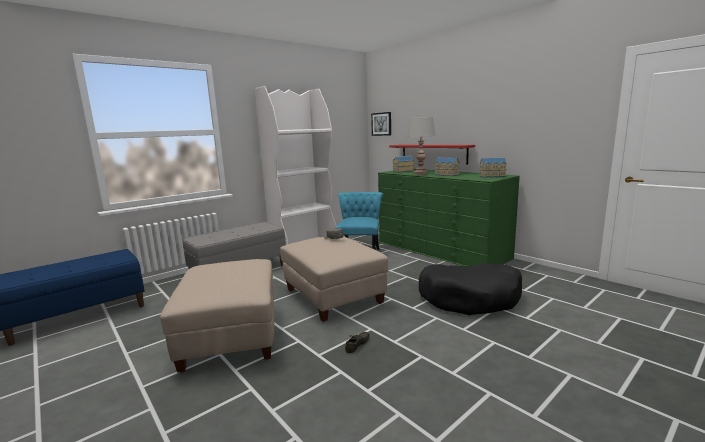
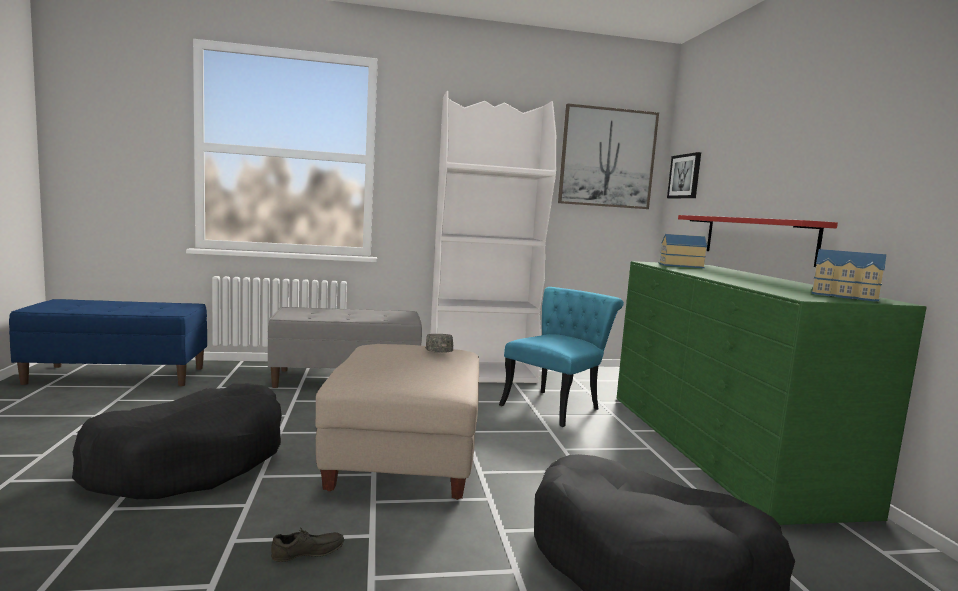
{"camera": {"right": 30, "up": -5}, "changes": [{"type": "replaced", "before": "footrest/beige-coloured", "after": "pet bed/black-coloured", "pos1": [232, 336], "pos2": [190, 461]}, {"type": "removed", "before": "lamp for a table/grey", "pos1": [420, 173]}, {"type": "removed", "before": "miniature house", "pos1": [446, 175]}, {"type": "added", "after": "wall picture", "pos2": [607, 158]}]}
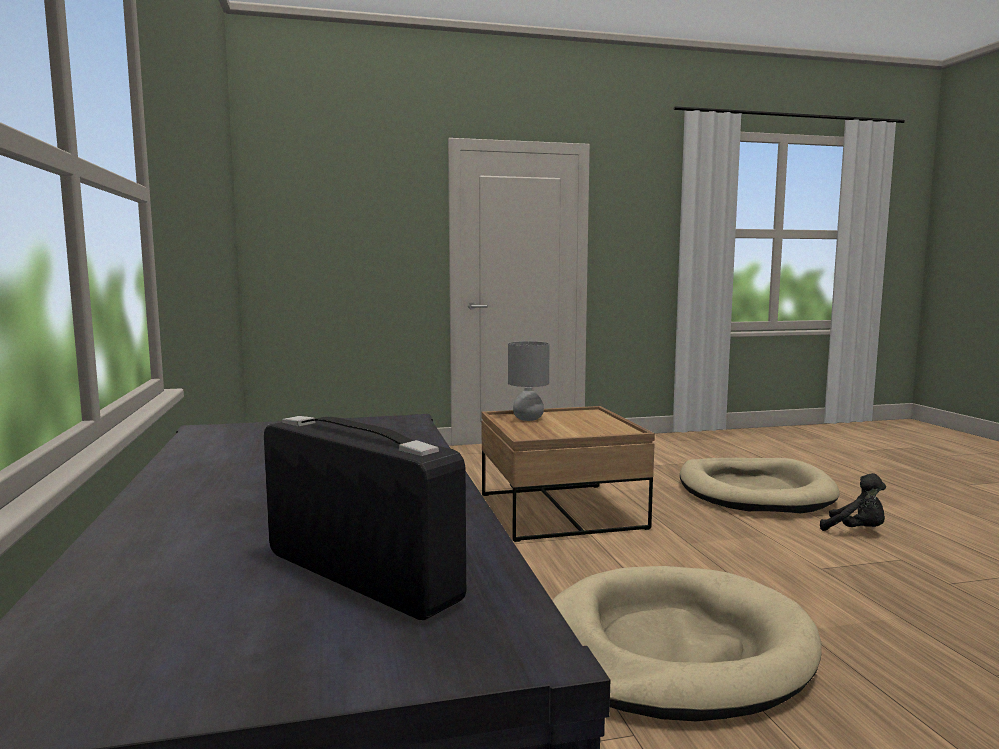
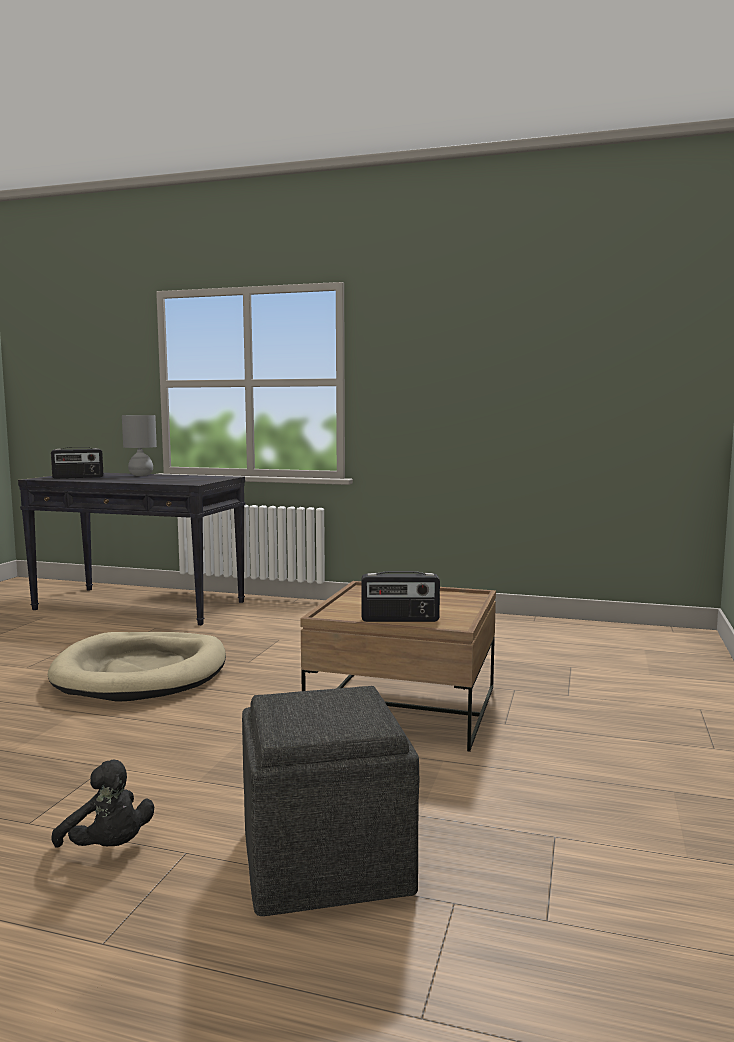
{"camera": {"right": 120, "up": 0}, "changes": [{"type": "moved", "before": "lamp for a table/grey", "pos1": [527, 419], "pos2": [141, 475]}, {"type": "replaced", "before": "pet bed/beige-coloured", "after": "footrest/grey", "pos1": [754, 491], "pos2": [327, 862]}, {"type": "turned", "before": "plush toy/black-coloured", "pos1": [856, 531], "pos2": [108, 848], "turn": -120}, {"type": "added", "after": "radio receiver", "pos2": [400, 620]}]}
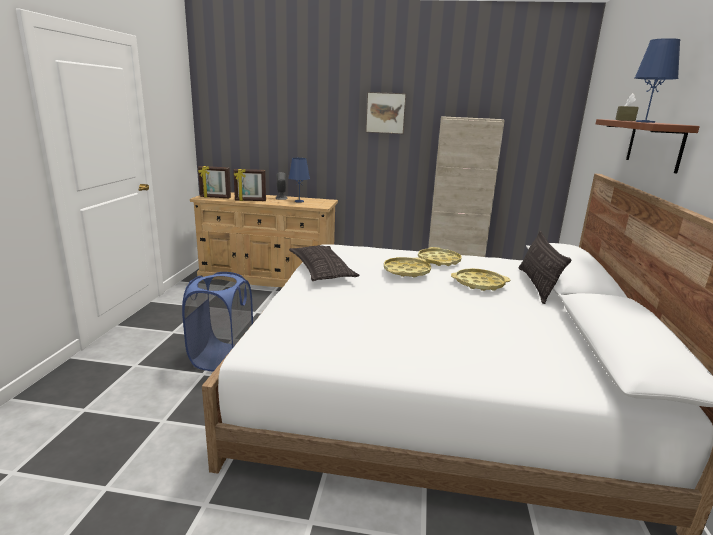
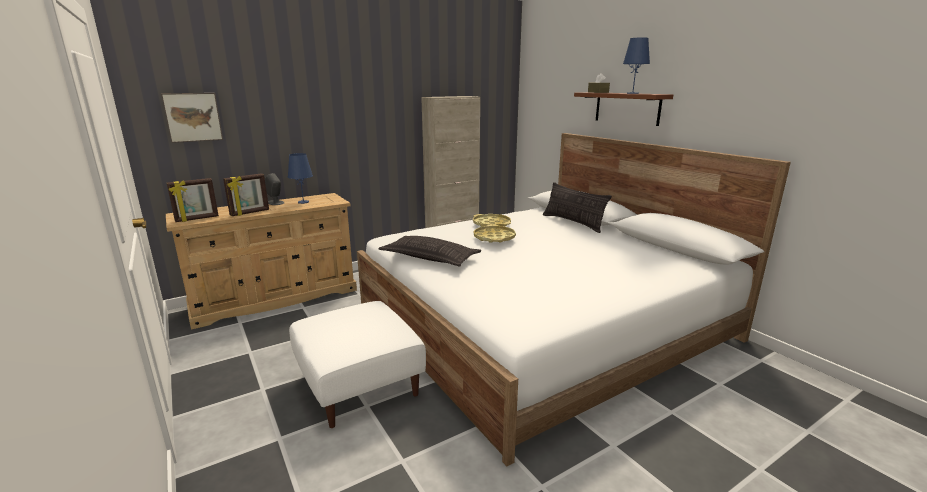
{"camera": {"right": -40, "up": 0}, "changes": [{"type": "replaced", "before": "hamper/bluish", "after": "footrest/white-coloured", "pos1": [222, 357], "pos2": [360, 384]}, {"type": "moved", "before": "wall picture", "pos1": [385, 113], "pos2": [193, 117]}, {"type": "removed", "before": "serving tray/yellow", "pos1": [479, 284]}]}
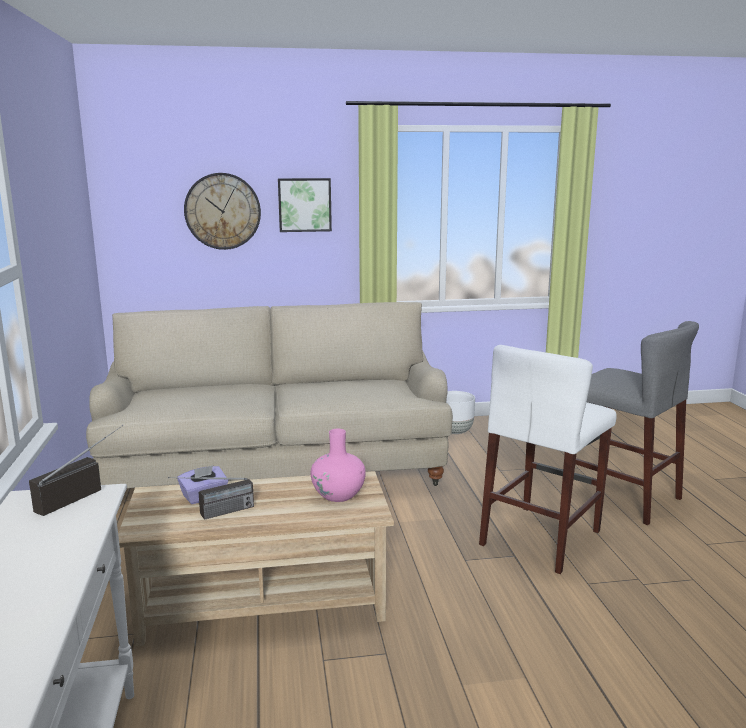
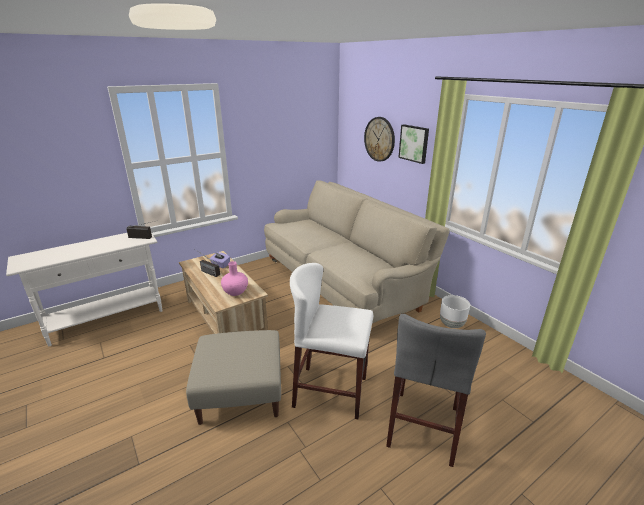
{"camera": {"right": 65, "up": 10}, "changes": [{"type": "added", "after": "footrest/beige-coloured", "pos2": [241, 392]}]}
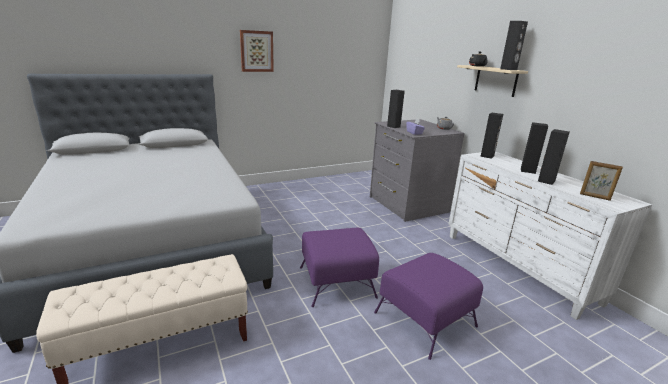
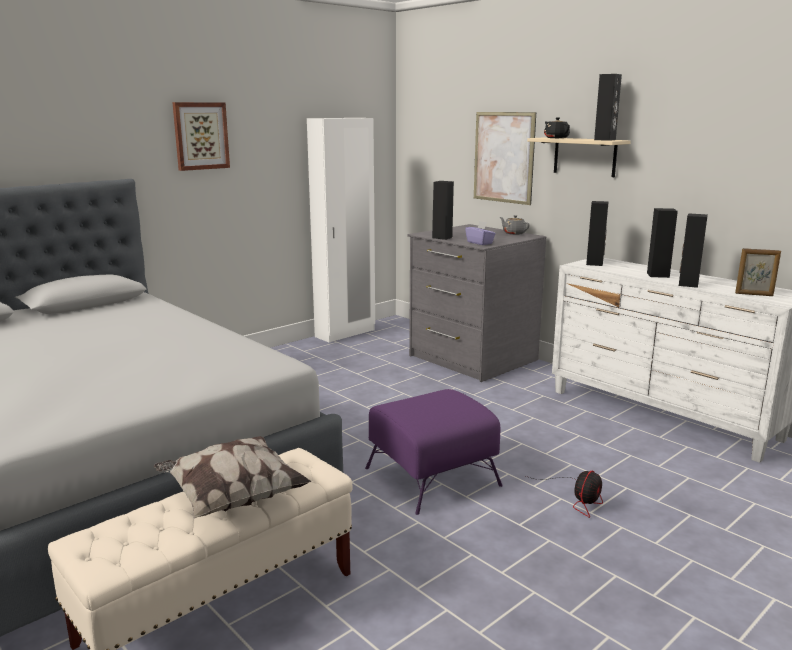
{"camera": {"right": -15, "up": -5}, "changes": [{"type": "replaced", "before": "footrest/purplish", "after": "cooling fan", "pos1": [424, 319], "pos2": [578, 499]}, {"type": "added", "after": "cushion", "pos2": [232, 497]}, {"type": "added", "after": "wardrobe/white-coloured", "pos2": [345, 333]}, {"type": "added", "after": "wall picture", "pos2": [503, 157]}]}
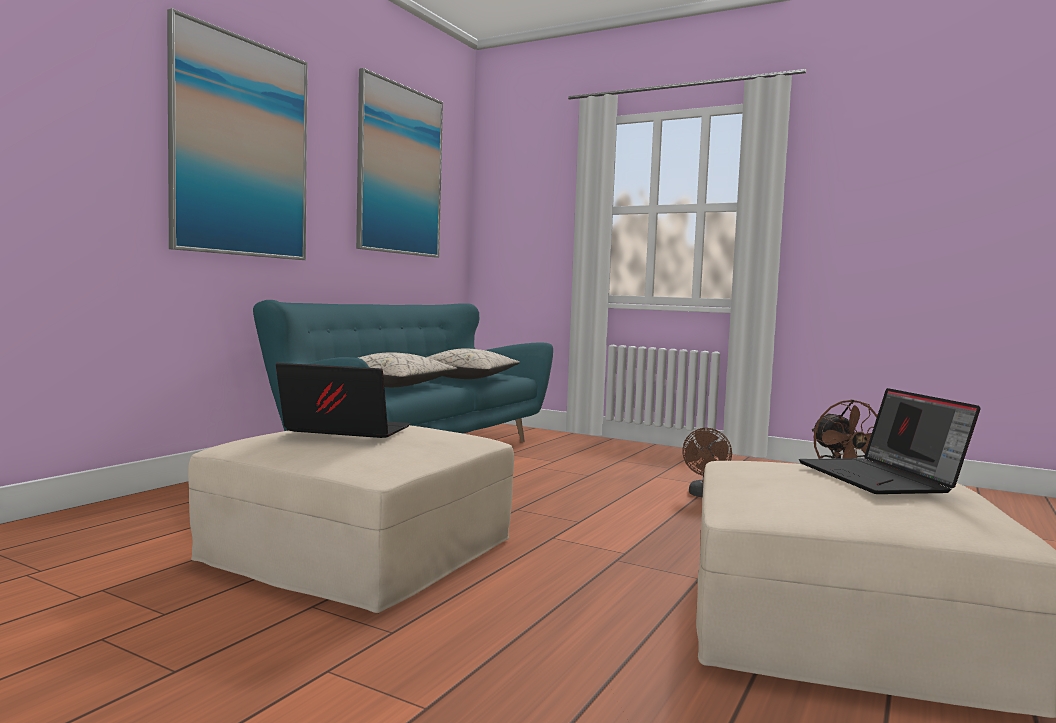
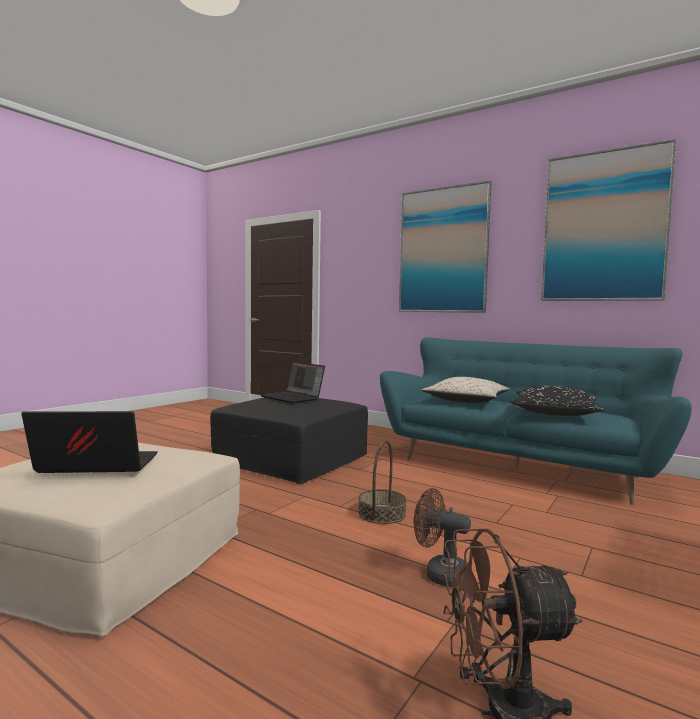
{"camera": {"right": 95, "up": 0}, "changes": [{"type": "recoloured", "before": "footrest/beige-coloured", "after": "footrest/black-coloured", "pos1": [359, 550], "pos2": [292, 459]}, {"type": "turned", "before": "portable computer", "pos1": [343, 431], "pos2": [293, 398], "turn": 120}, {"type": "recoloured", "before": "cushion/beige-coloured", "after": "cushion/black-coloured", "pos1": [466, 378], "pos2": [554, 413]}, {"type": "added", "after": "household basket", "pos2": [382, 514]}]}
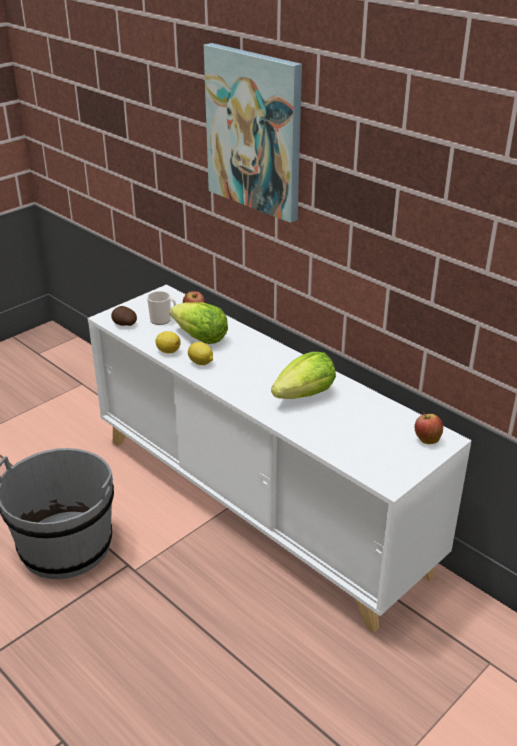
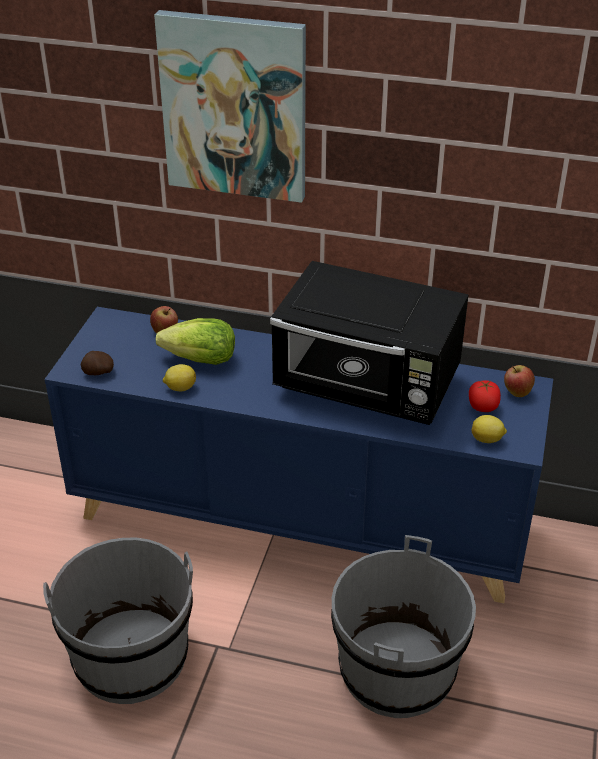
{"camera": {"right": -30, "up": 5}, "changes": [{"type": "recoloured", "before": "cupboard/white-coloured", "after": "cupboard/bluish", "pos1": [259, 503], "pos2": [300, 521]}, {"type": "removed", "before": "tea mug", "pos1": [163, 320]}, {"type": "moved", "before": "lemon", "pos1": [201, 363], "pos2": [487, 440]}, {"type": "replaced", "before": "head of lettuce", "after": "kitchen microwave/black-coloured", "pos1": [305, 395], "pos2": [368, 387]}, {"type": "added", "after": "pail/grey", "pos2": [396, 670]}, {"type": "added", "after": "fresh tomato", "pos2": [483, 407]}]}
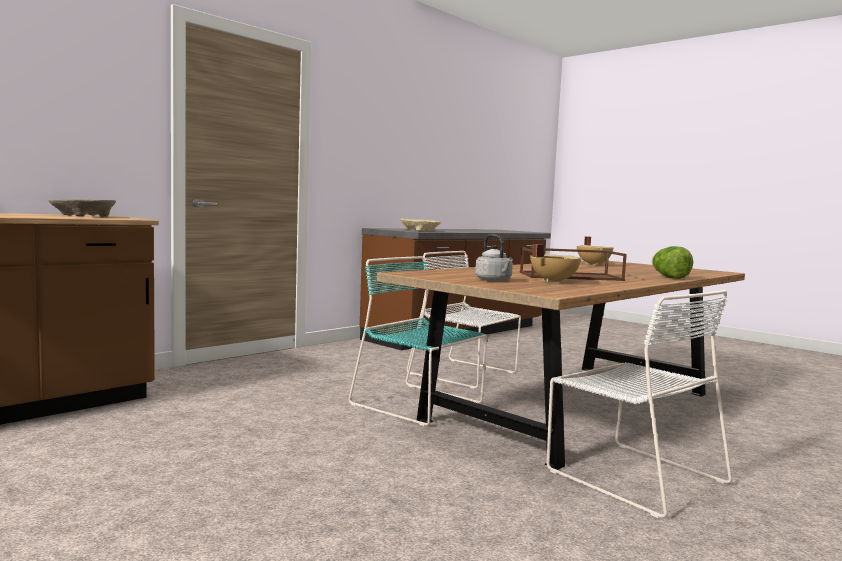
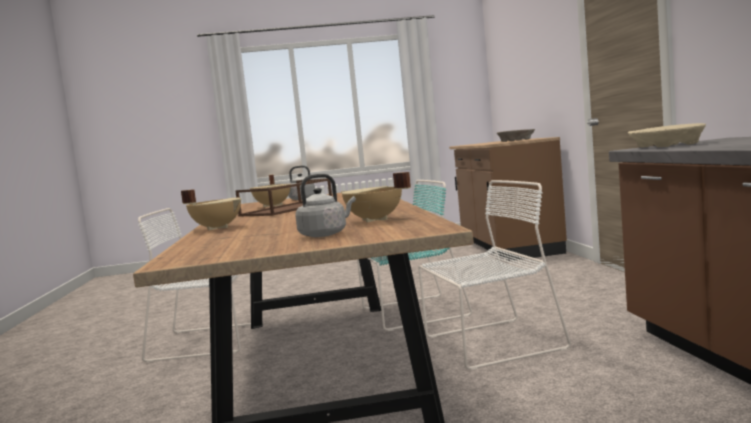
{"camera": {"right": 130, "up": 0}, "changes": [{"type": "replaced", "before": "head of lettuce", "after": "cooking pot/beige-coloured", "pos1": [668, 277], "pos2": [217, 228]}, {"type": "added", "after": "tea kettle/grey", "pos2": [325, 234]}]}
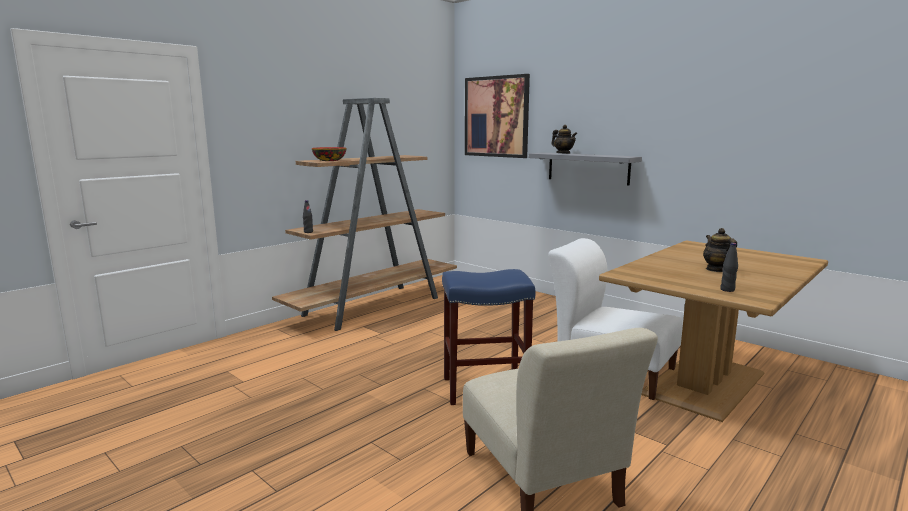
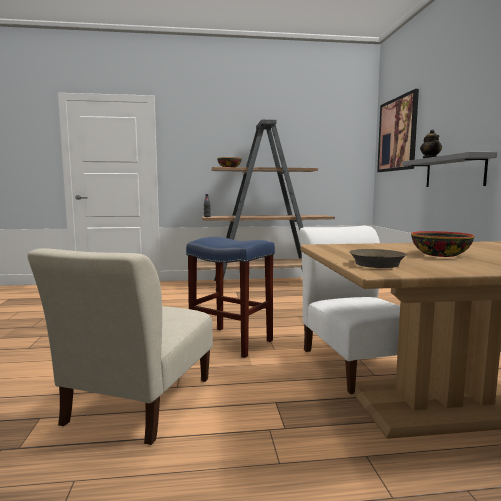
{"camera": {"right": 40, "up": -5}, "changes": [{"type": "replaced", "before": "teapot", "after": "bowl", "pos1": [717, 269], "pos2": [440, 255]}, {"type": "replaced", "before": "drink bottle/black-coloured", "after": "frying pan/brownish", "pos1": [727, 290], "pos2": [377, 263]}]}
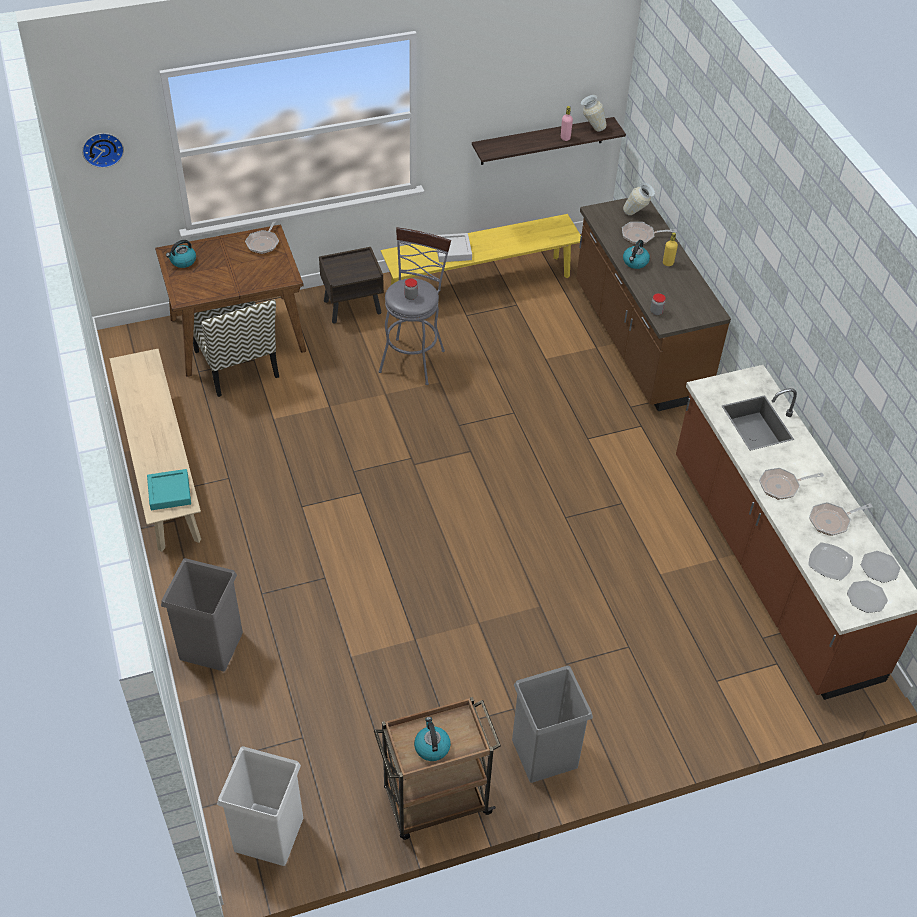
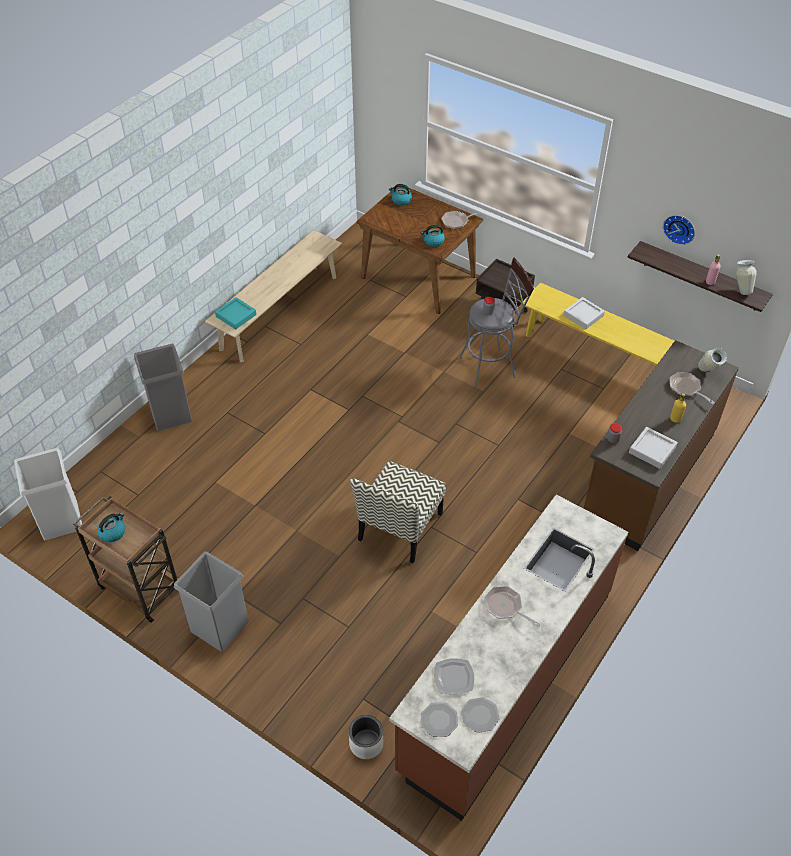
{"camera": {"right": 55, "up": 0}, "changes": [{"type": "moved", "before": "wall clock", "pos1": [102, 148], "pos2": [680, 228]}, {"type": "moved", "before": "plain chair", "pos1": [237, 365], "pos2": [400, 528]}, {"type": "moved", "before": "tea kettle", "pos1": [635, 262], "pos2": [433, 241]}, {"type": "removed", "before": "frying pan", "pos1": [832, 521]}, {"type": "added", "after": "planter/white-coloured", "pos2": [366, 744]}, {"type": "added", "after": "serving tray/grey", "pos2": [652, 450]}]}
